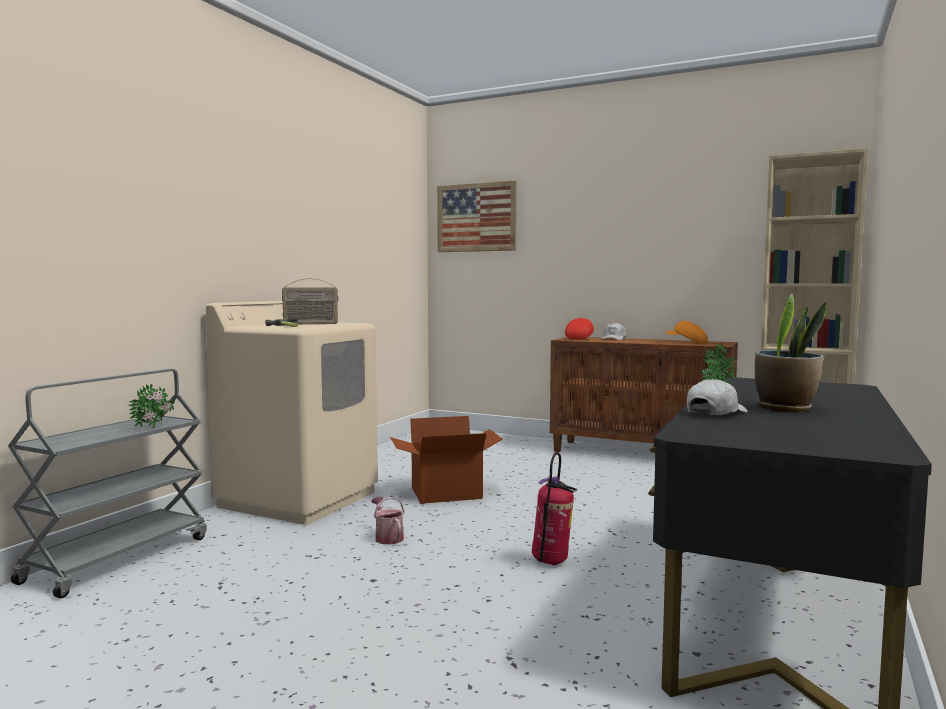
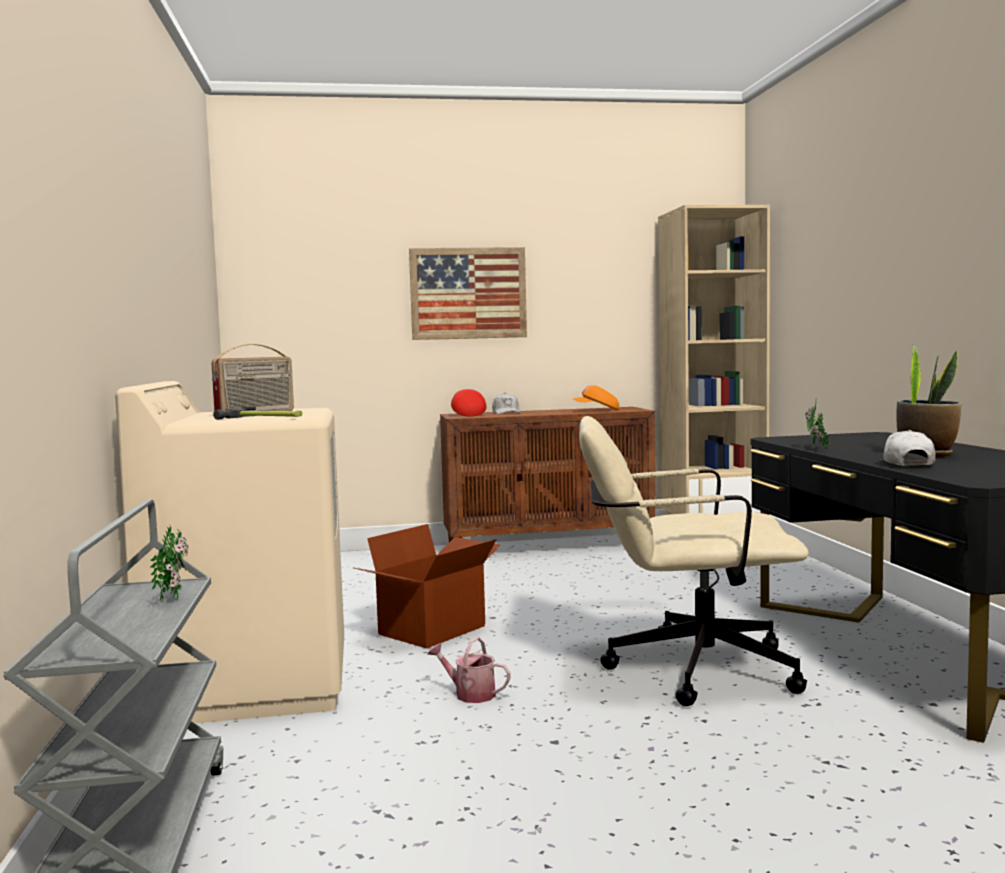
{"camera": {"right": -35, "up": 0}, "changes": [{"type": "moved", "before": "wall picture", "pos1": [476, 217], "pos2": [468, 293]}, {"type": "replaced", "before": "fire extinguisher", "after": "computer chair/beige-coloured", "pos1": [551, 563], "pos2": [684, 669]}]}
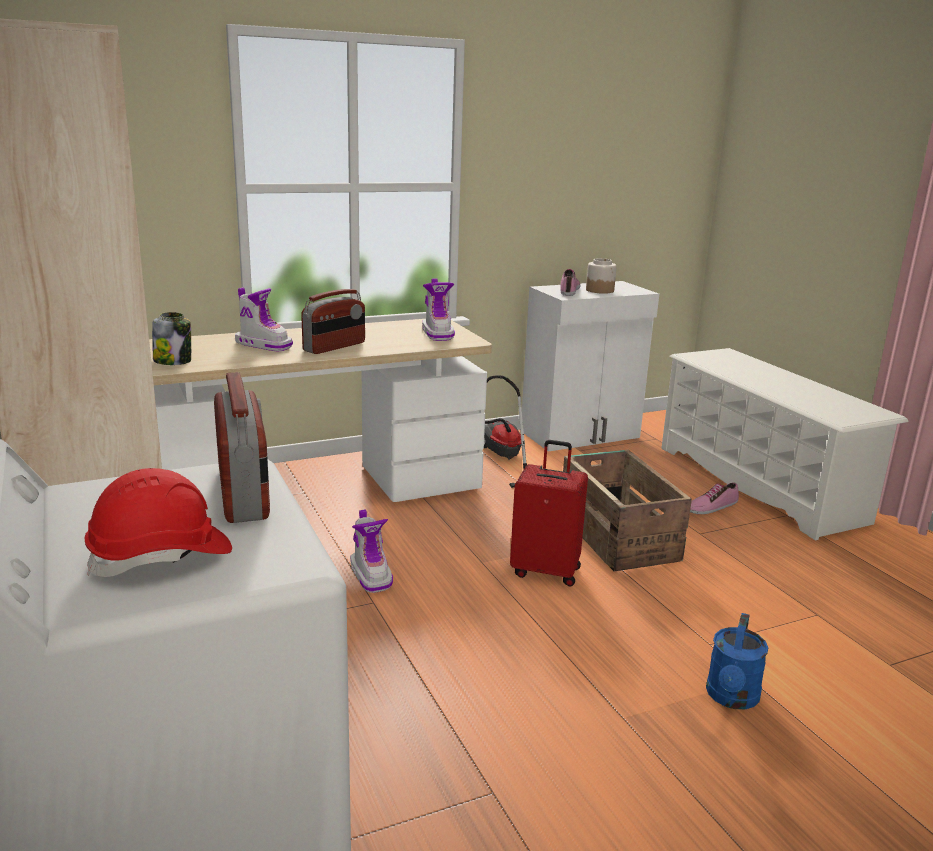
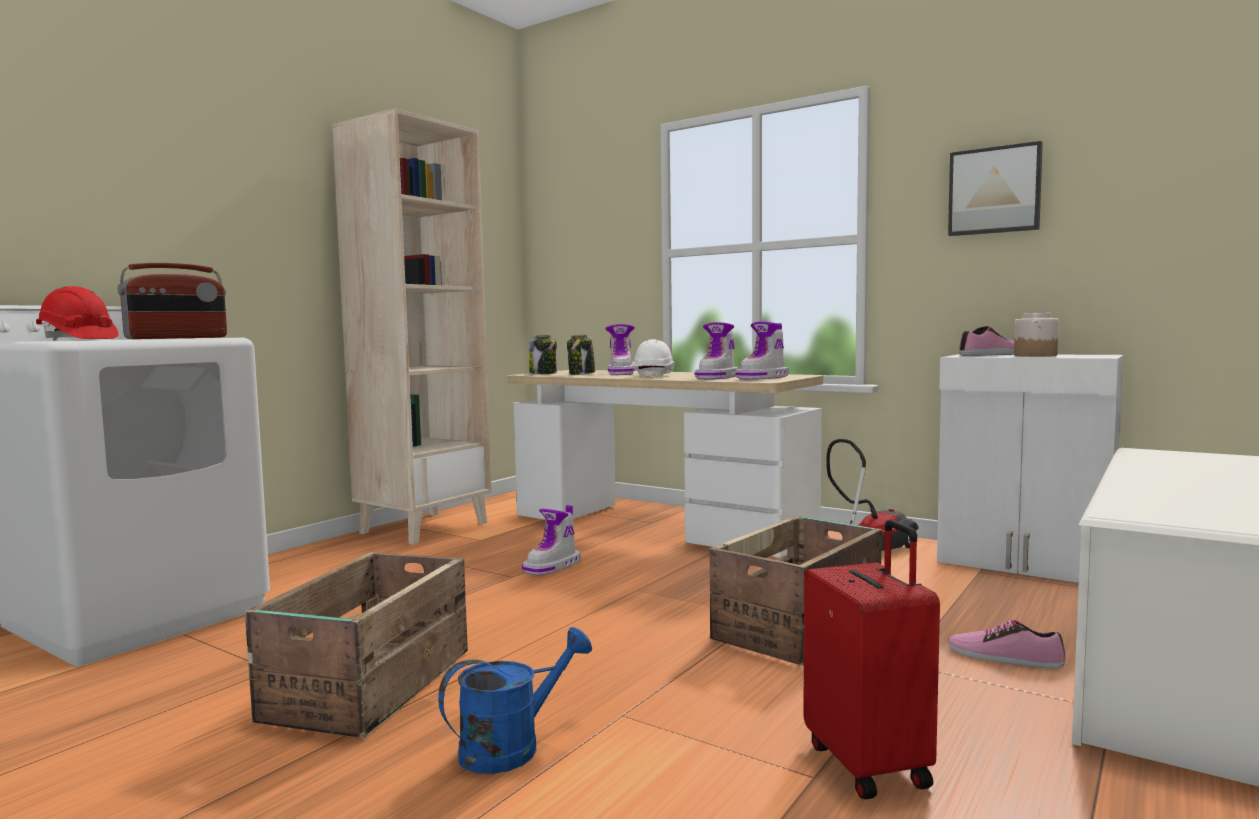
{"camera": {"right": 60, "up": -15}, "changes": [{"type": "replaced", "before": "radio receiver", "after": "safety helmet/white-coloured", "pos1": [335, 347], "pos2": [654, 376]}, {"type": "moved", "before": "suitcase/red", "pos1": [546, 571], "pos2": [870, 764]}, {"type": "turned", "before": "watering can/bluish", "pos1": [731, 698], "pos2": [512, 746], "turn": 150}, {"type": "added", "after": "shipping crate", "pos2": [367, 686]}, {"type": "added", "after": "storage jar", "pos2": [582, 374]}, {"type": "added", "after": "high-top boot", "pos2": [717, 377]}, {"type": "added", "after": "wall picture", "pos2": [994, 191]}]}
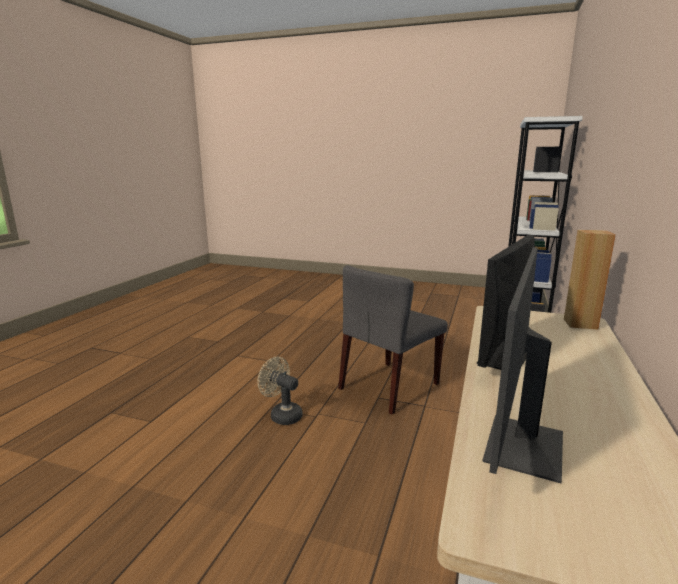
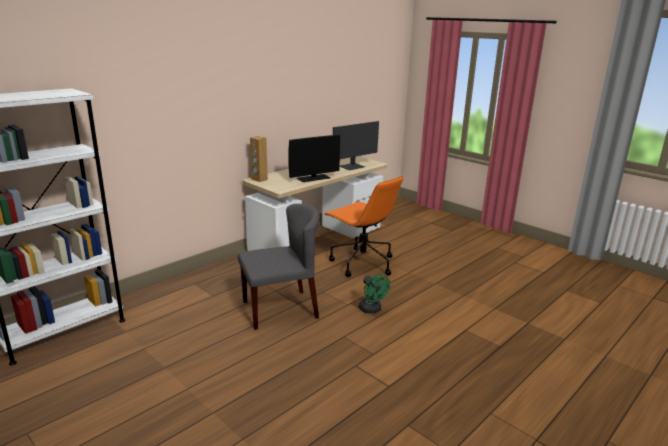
{"camera": {"right": -155, "up": 5}, "changes": [{"type": "recoloured", "before": "cooling fan/beige-coloured", "after": "cooling fan/green", "pos1": [282, 415], "pos2": [372, 310]}, {"type": "added", "after": "computer chair/orange-coloured", "pos2": [361, 263]}]}
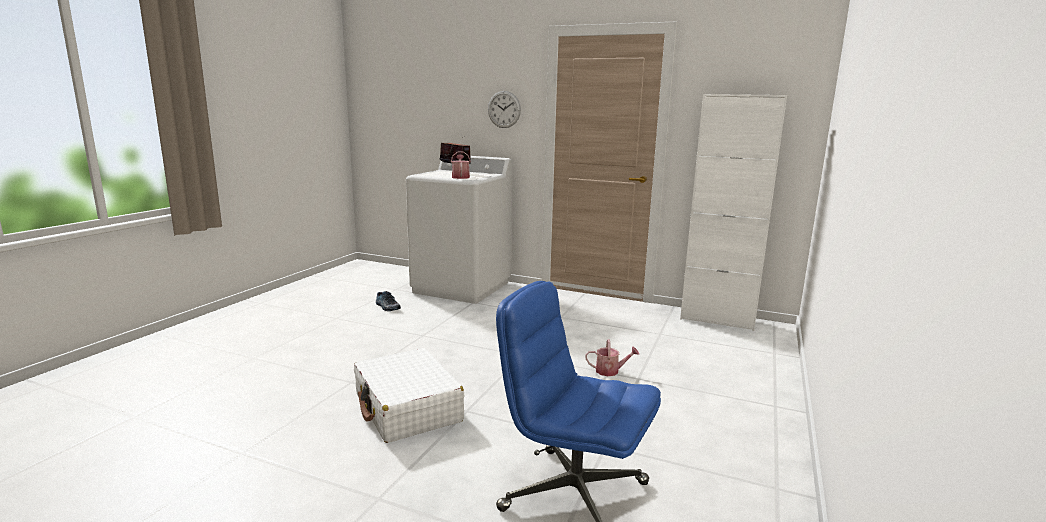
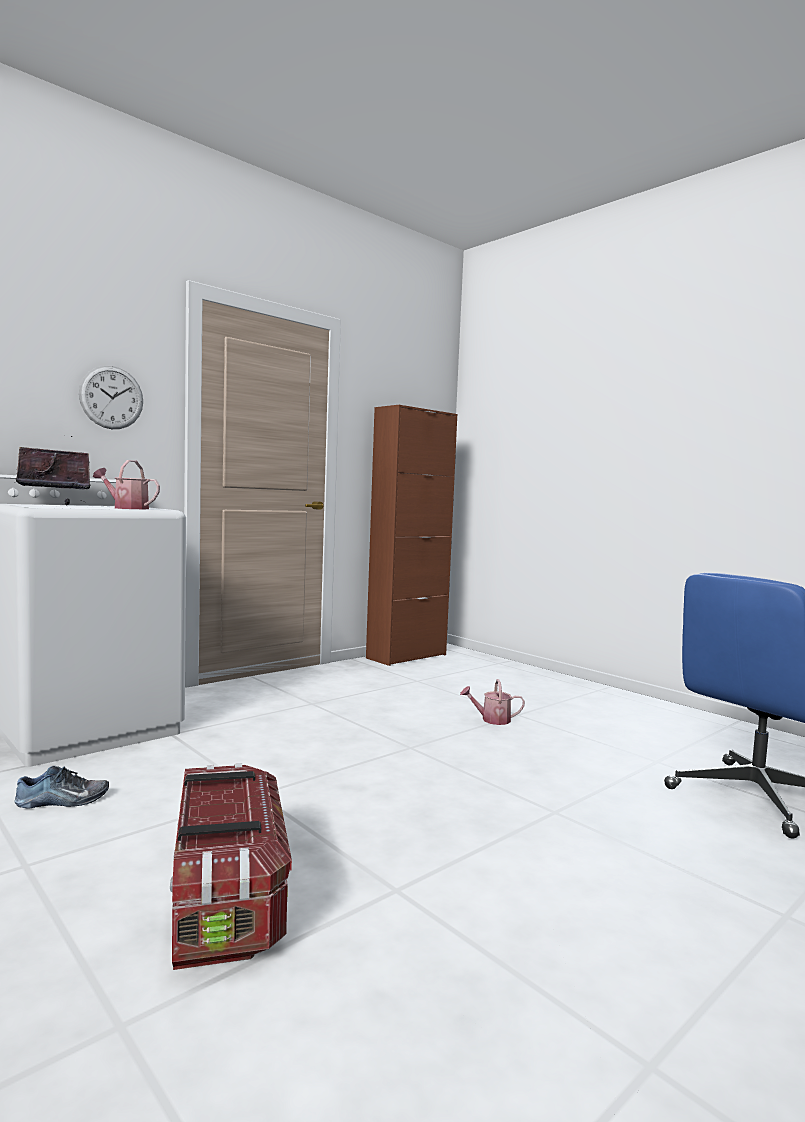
{"camera": {"right": -65, "up": -10}, "changes": [{"type": "removed", "before": "suitcase/white-coloured", "pos1": [407, 408]}, {"type": "turned", "before": "watering can", "pos1": [610, 371], "pos2": [491, 720], "turn": -120}, {"type": "recoloured", "before": "cupboard/white-coloured", "after": "cupboard/brownish", "pos1": [717, 319], "pos2": [406, 656]}, {"type": "added", "after": "storage container", "pos2": [227, 897]}]}
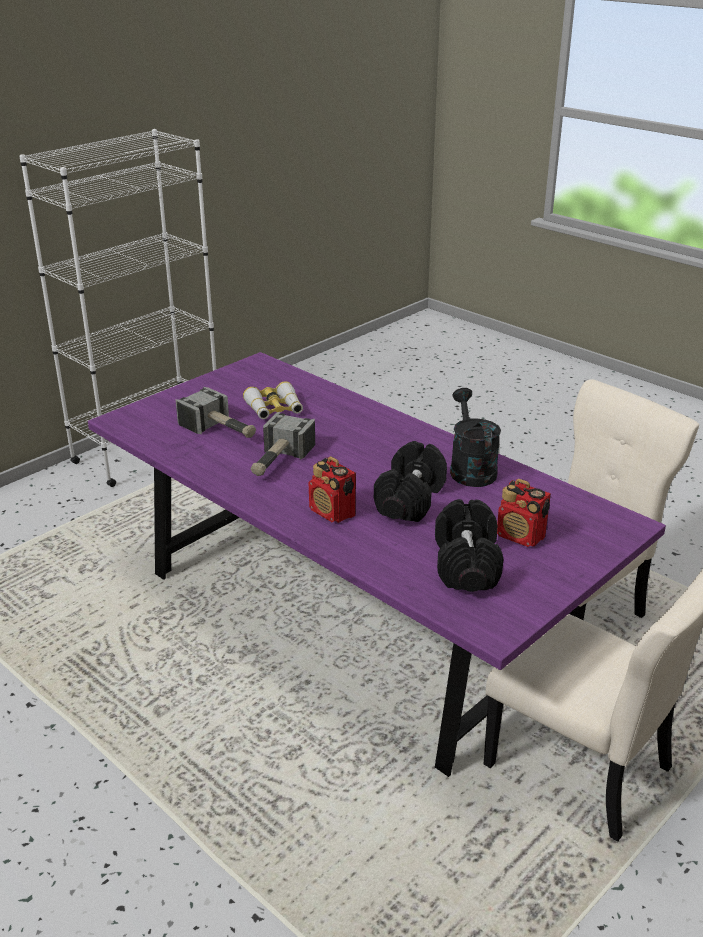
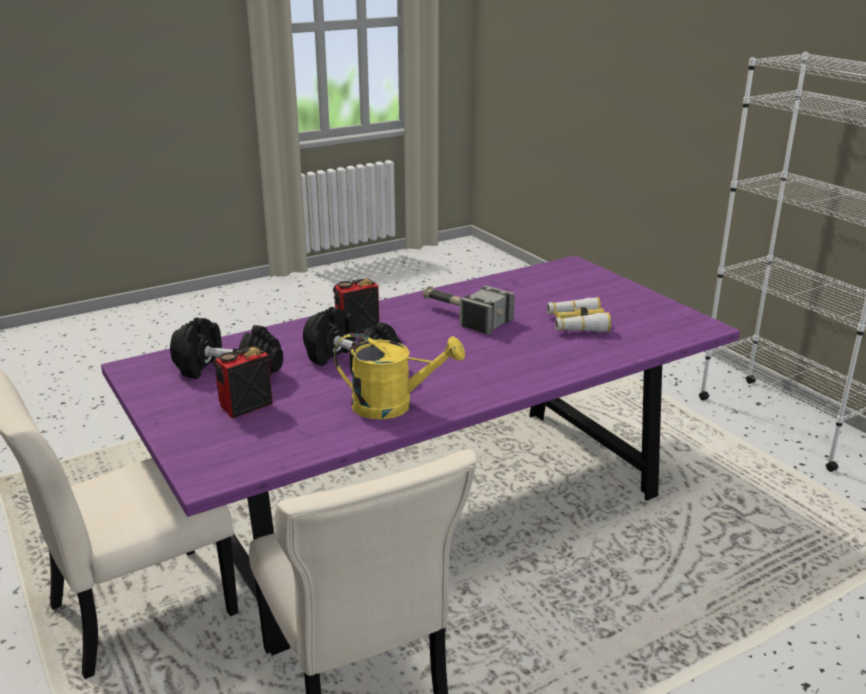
{"camera": {"right": 105, "up": -5}, "changes": [{"type": "removed", "before": "tool hammer", "pos1": [221, 431]}, {"type": "recoloured", "before": "watering can/black-coloured", "after": "watering can/yellow", "pos1": [470, 468], "pos2": [393, 405]}]}
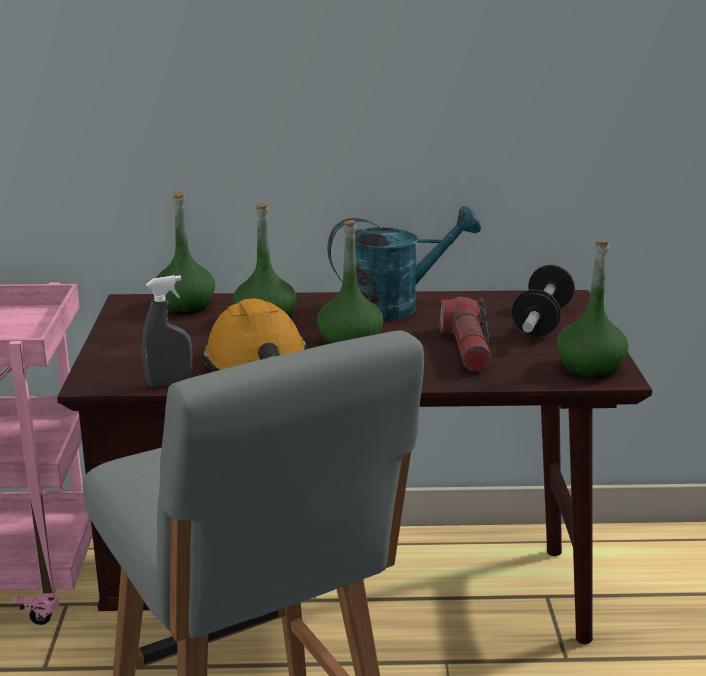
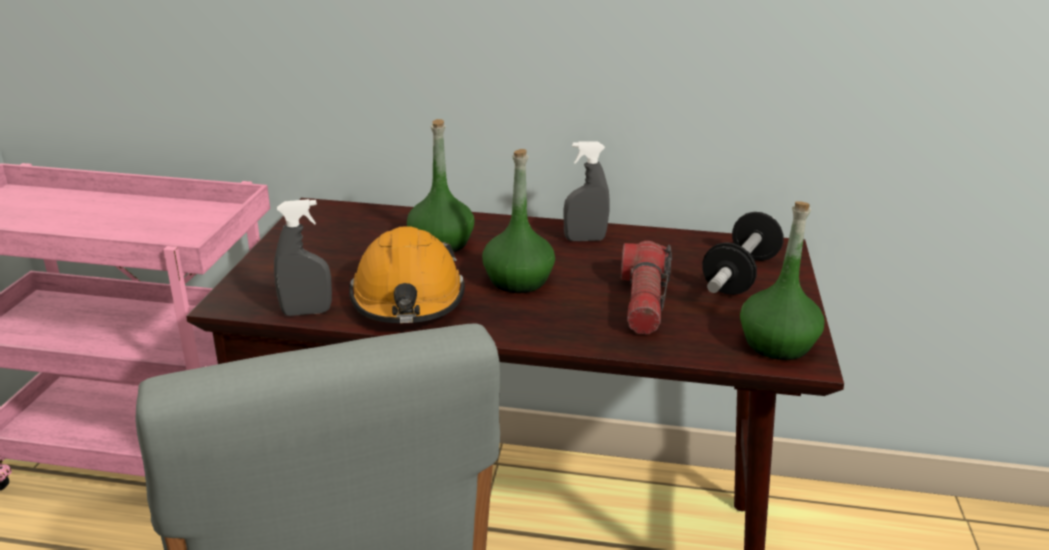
{"camera": {"right": 10, "up": 5}, "changes": [{"type": "removed", "before": "drink bottle/green", "pos1": [186, 306]}, {"type": "replaced", "before": "watering can/turquoise", "after": "spray bottle/grey", "pos1": [395, 306], "pos2": [584, 239]}]}
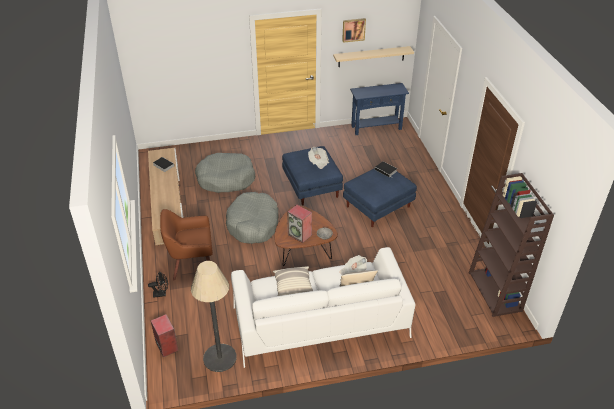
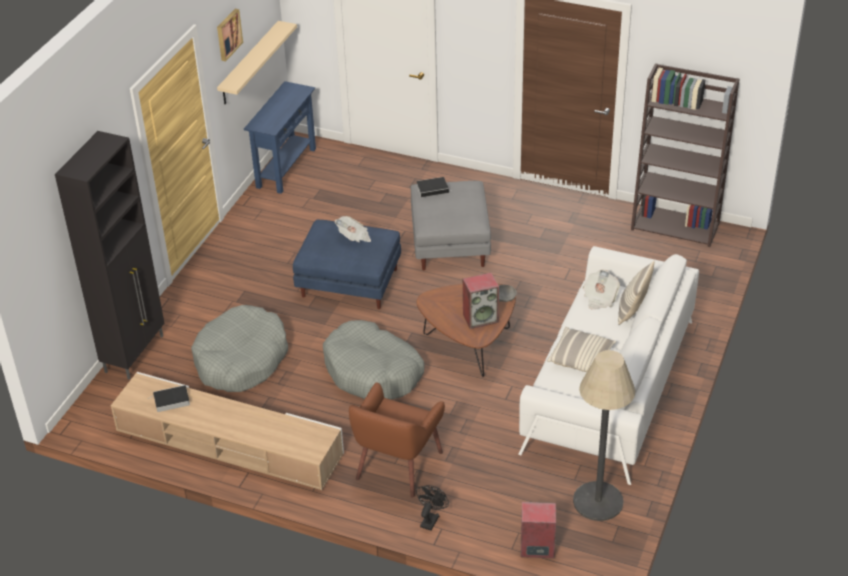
{"camera": {"right": -55, "up": 0}, "changes": [{"type": "recoloured", "before": "footrest/bluish", "after": "footrest/grey", "pos1": [378, 206], "pos2": [449, 242]}, {"type": "added", "after": "cupboard/black-coloured", "pos2": [135, 353]}]}
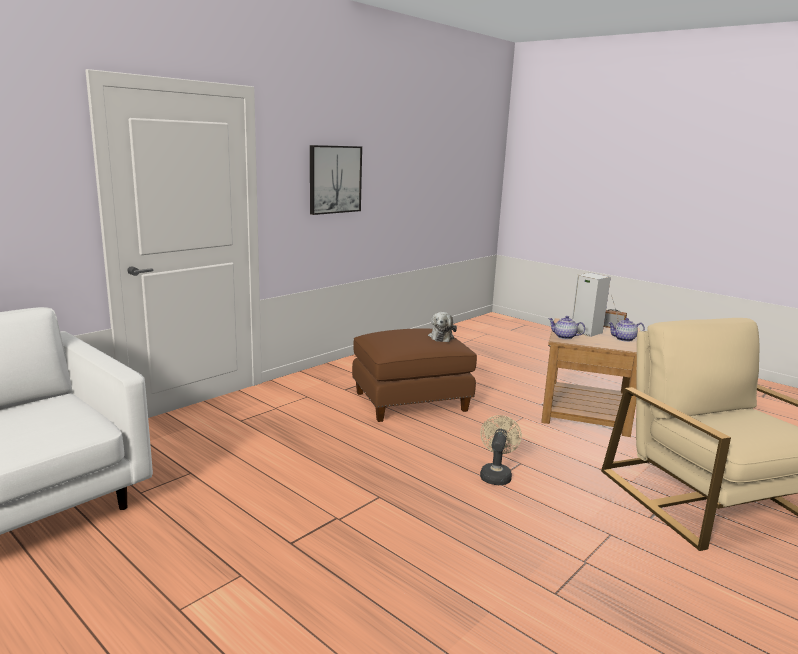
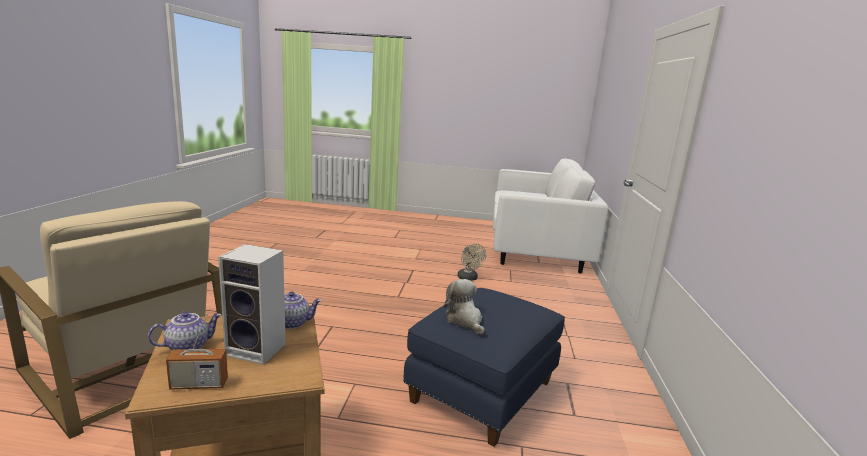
{"camera": {"right": 145, "up": 0}, "changes": [{"type": "removed", "before": "wall picture", "pos1": [334, 179]}, {"type": "recoloured", "before": "footrest/brownish", "after": "footrest/bluish", "pos1": [411, 401], "pos2": [483, 392]}, {"type": "moved", "before": "cooling fan/beige-coloured", "pos1": [496, 474], "pos2": [468, 278]}]}
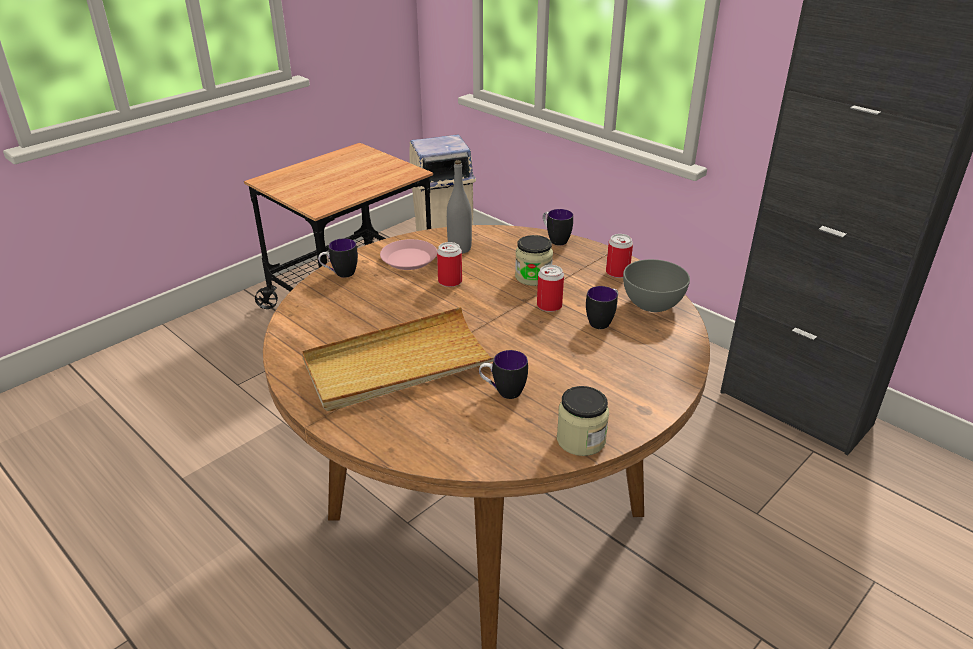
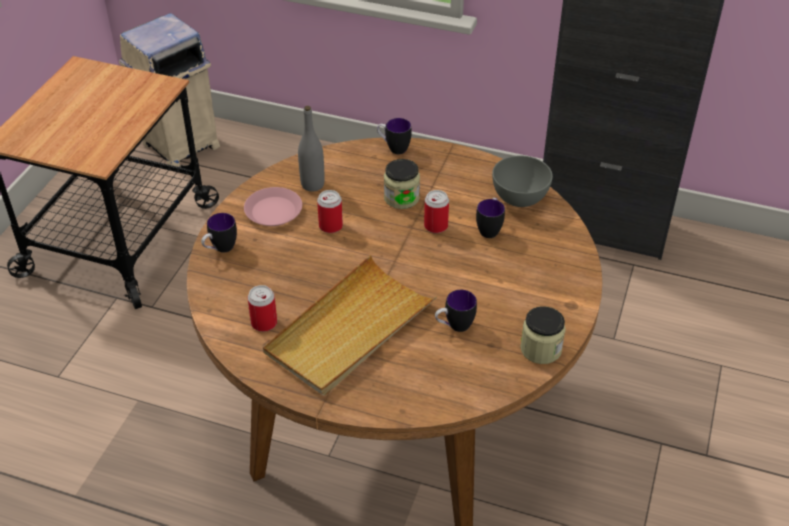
{"camera": {"right": -25, "up": 10}, "changes": [{"type": "moved", "before": "sealed can", "pos1": [617, 273], "pos2": [264, 323]}]}
